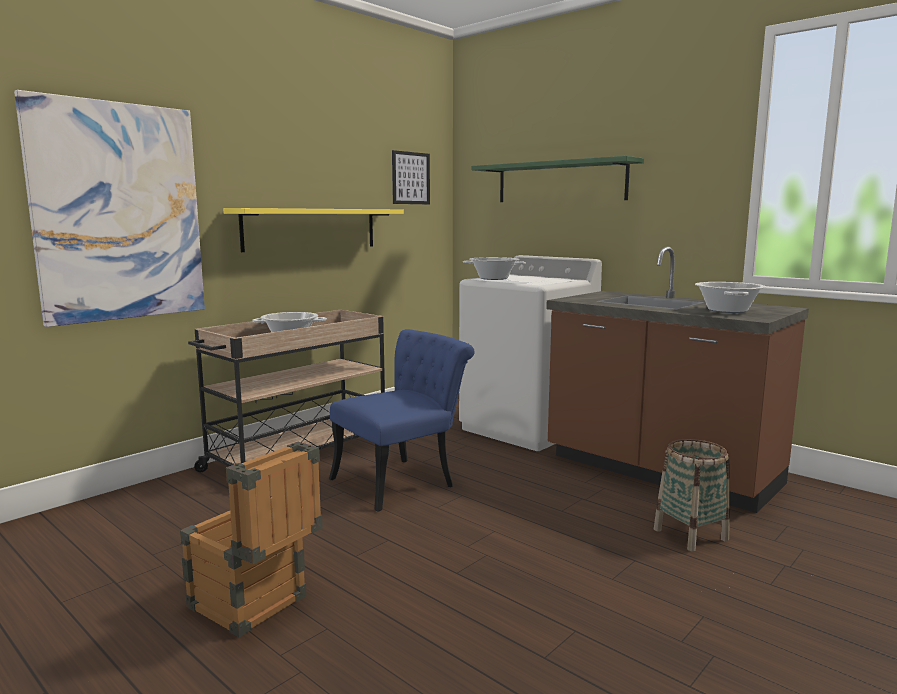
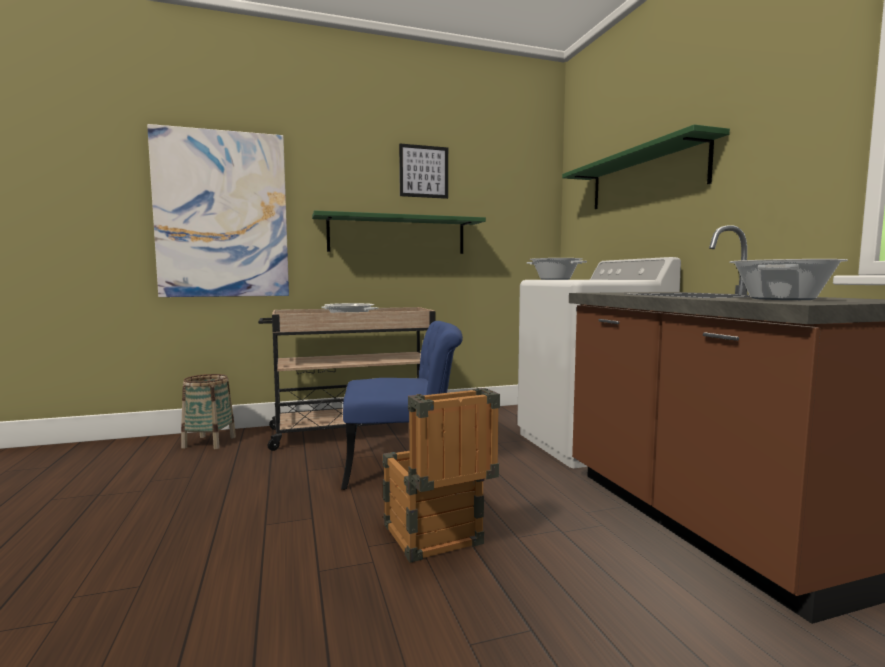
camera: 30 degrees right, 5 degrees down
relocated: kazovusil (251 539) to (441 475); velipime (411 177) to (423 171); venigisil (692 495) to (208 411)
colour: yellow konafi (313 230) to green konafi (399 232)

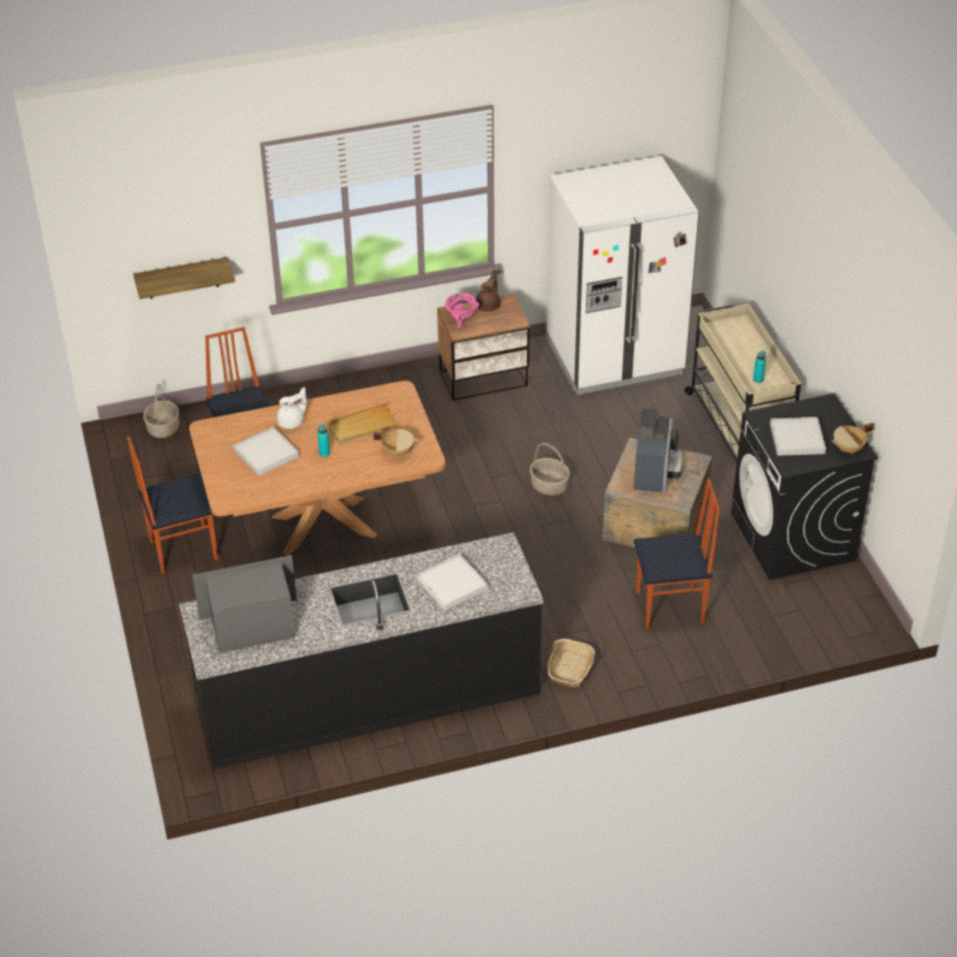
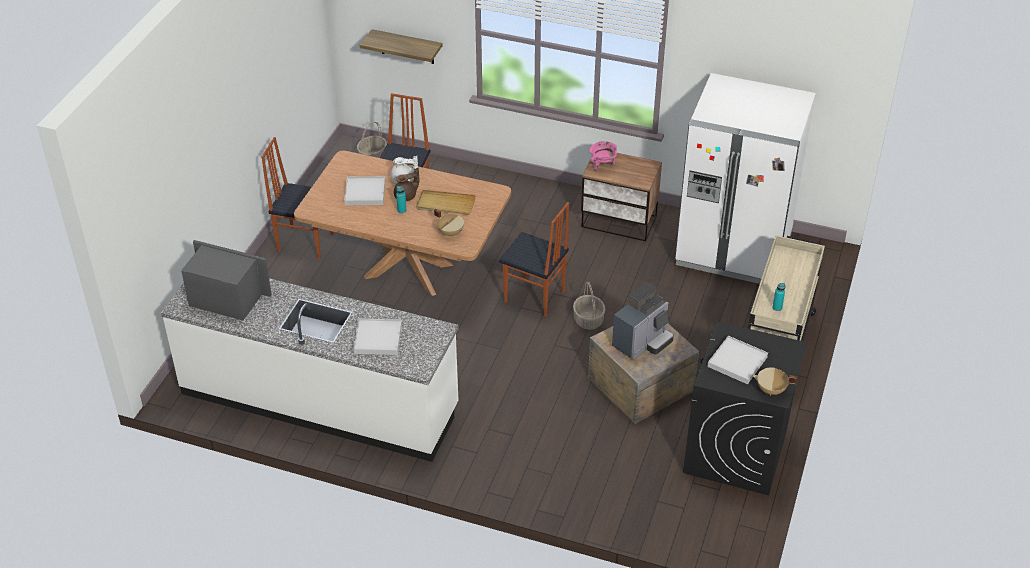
camera: 35 degrees right, 0 degrees up
missing: venigisil (571 663)
relocated: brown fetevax (488 291) to (406 184); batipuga (677 554) to (534 259)
colour: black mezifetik (361 650) to white mezifetik (310 370)

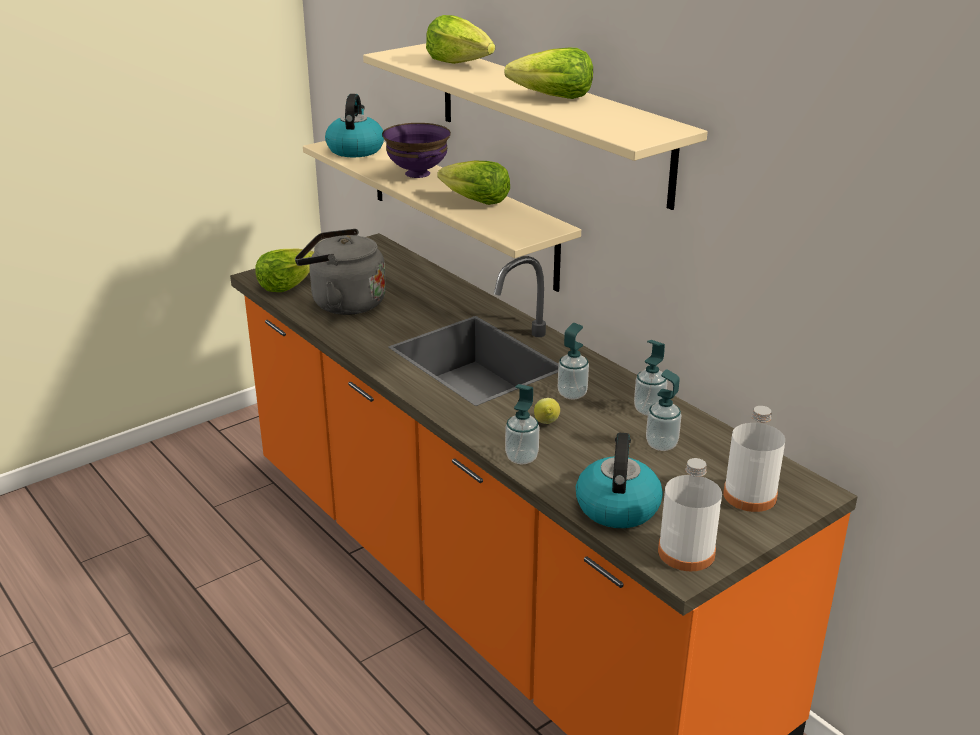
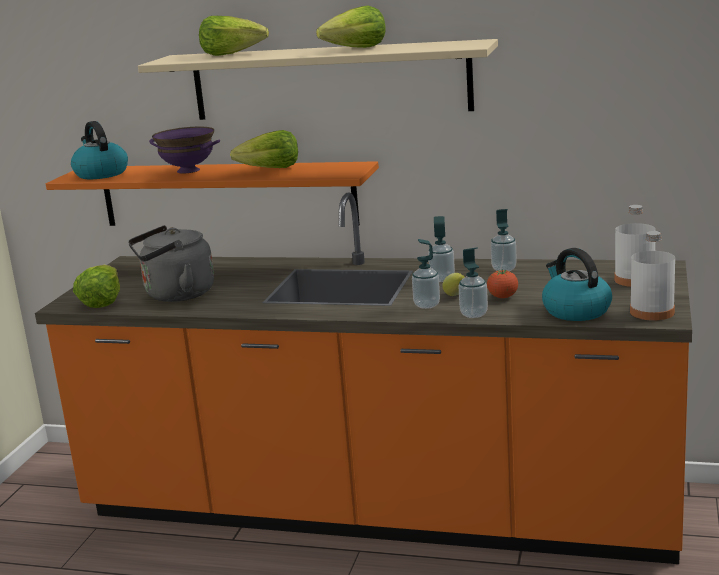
camera: 35 degrees left, 10 degrees down
appeared: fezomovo (502 284)
relocated: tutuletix (663 410) to (426 274)
colour: beige konafi (442 216) to orange konafi (212 193)

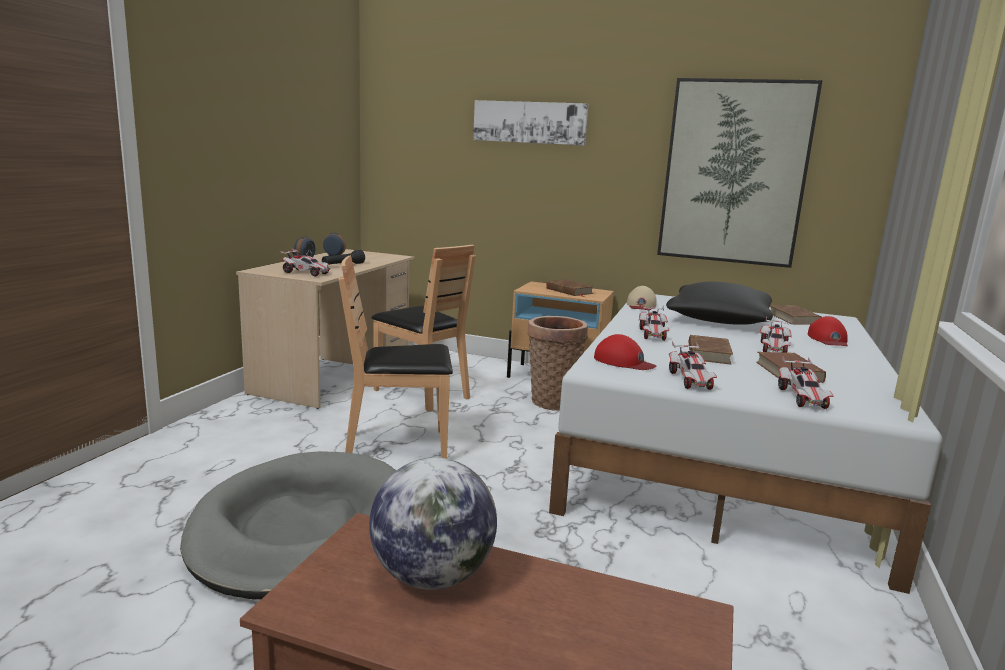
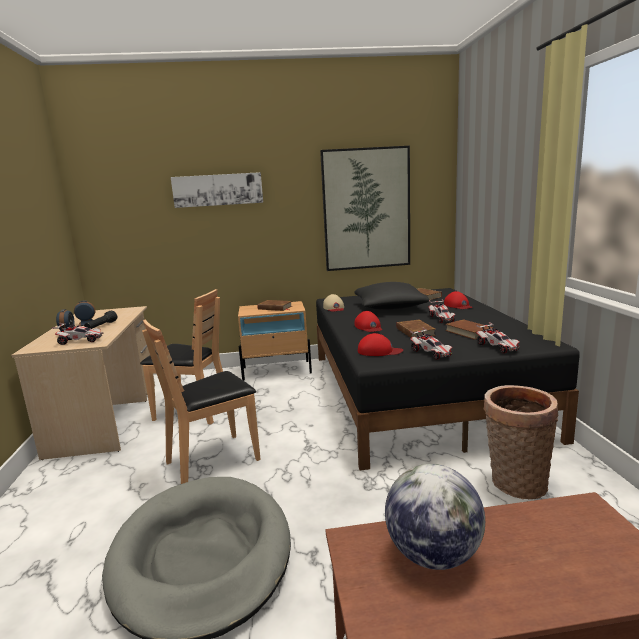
camera: 25 degrees left, 0 degrees up
relocated: venigisil (558 363) to (521 442)
exchanged: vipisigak (654 322) to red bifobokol (368 321)
colour: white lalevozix (746 444) to black lalevozix (448 379)

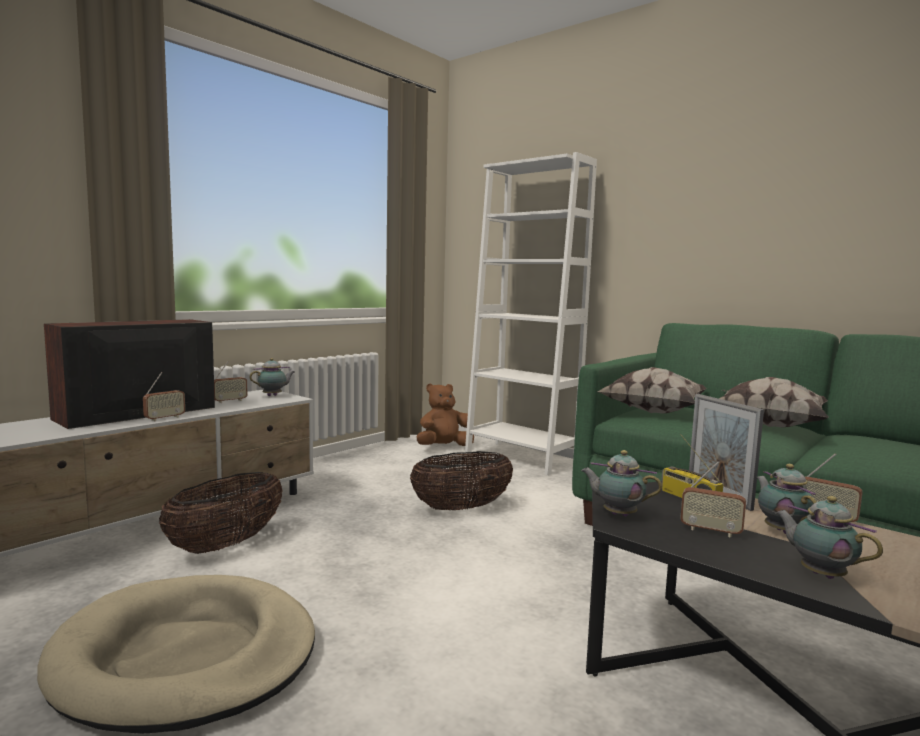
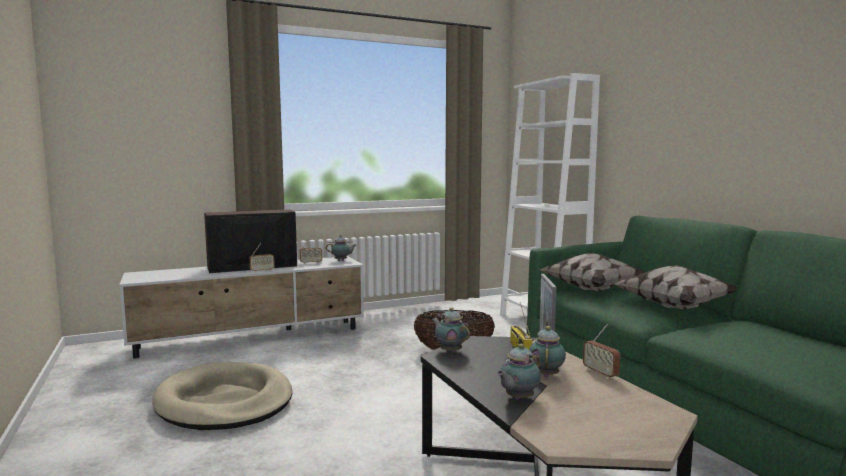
camera: 25 degrees right, 0 degrees up
missing: venigisil (221 513); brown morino (445 414); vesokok (713 499)
spun: fetevax (829 537) = (519 372) 120 degrees counterclockwise

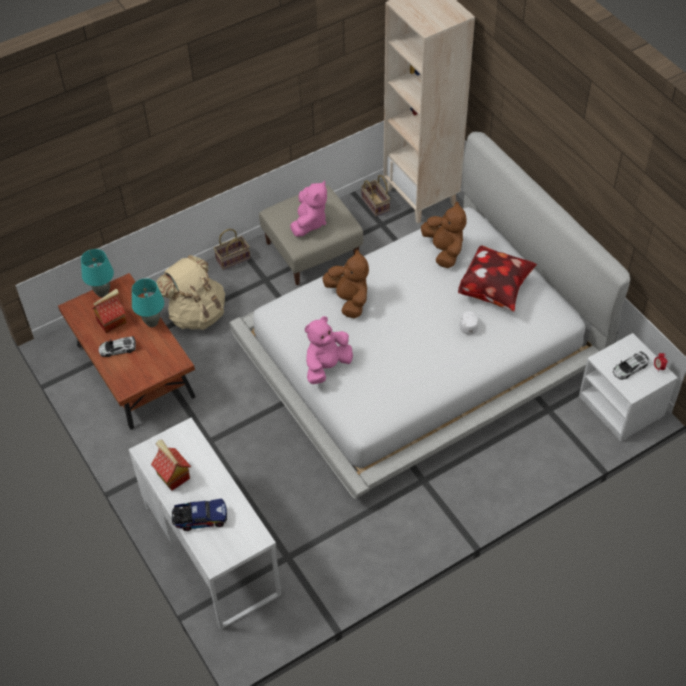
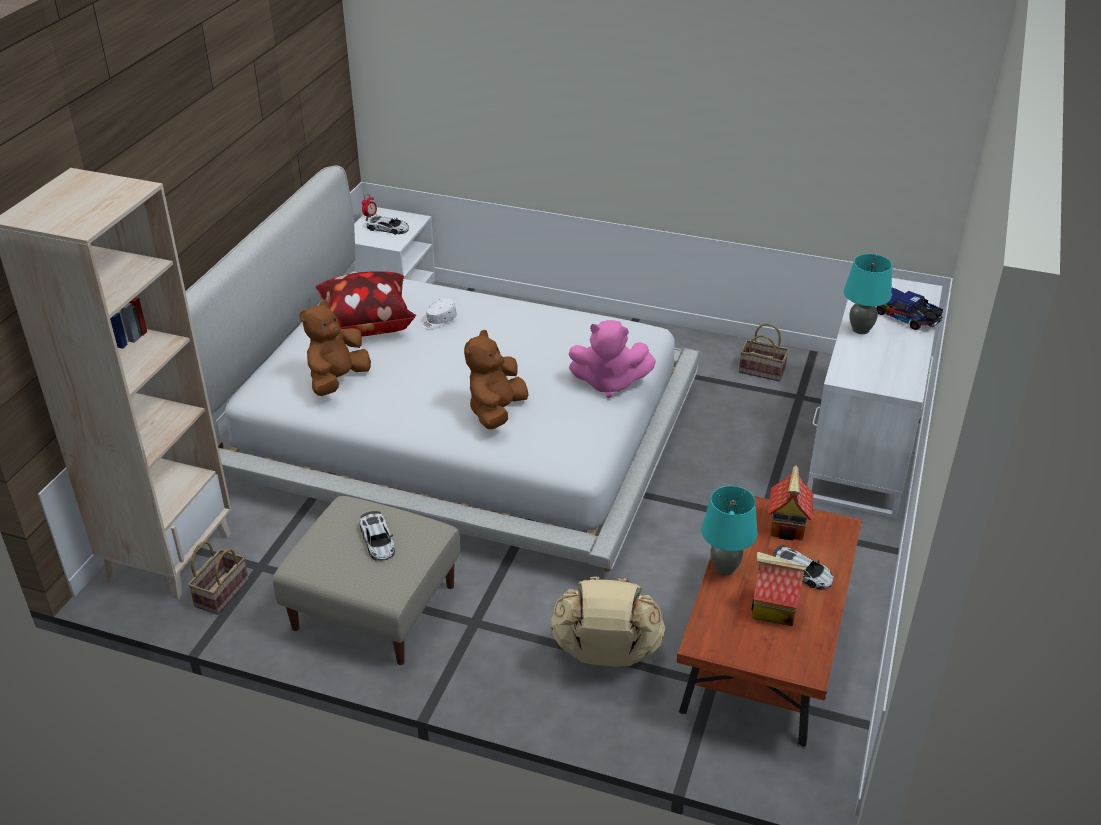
camera: 130 degrees left, 15 degrees down
relocated: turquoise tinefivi (97 273) to (868 294); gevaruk (171 465) to (790 503); venigisil (232 249) to (764 352)
exchanged: pink morino (308 208) to vipisigak (377 536)

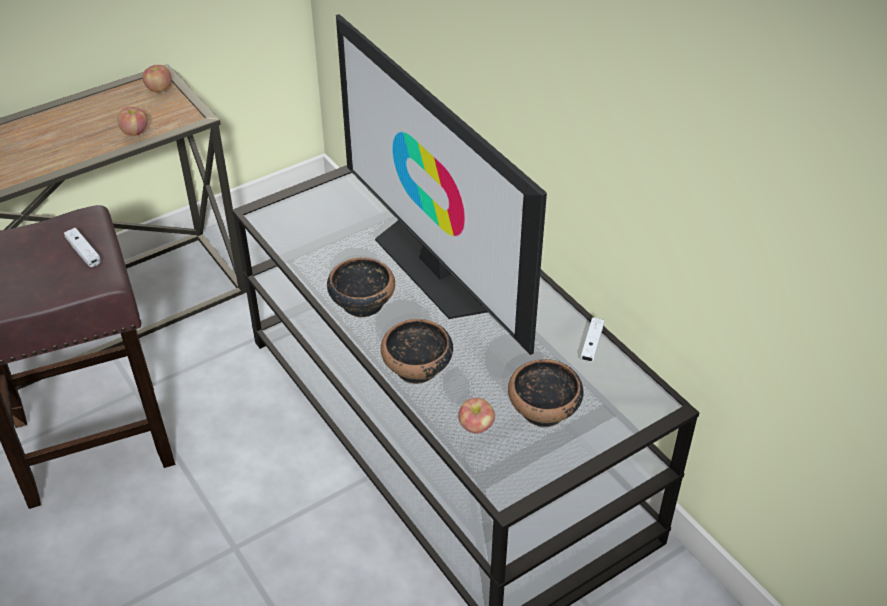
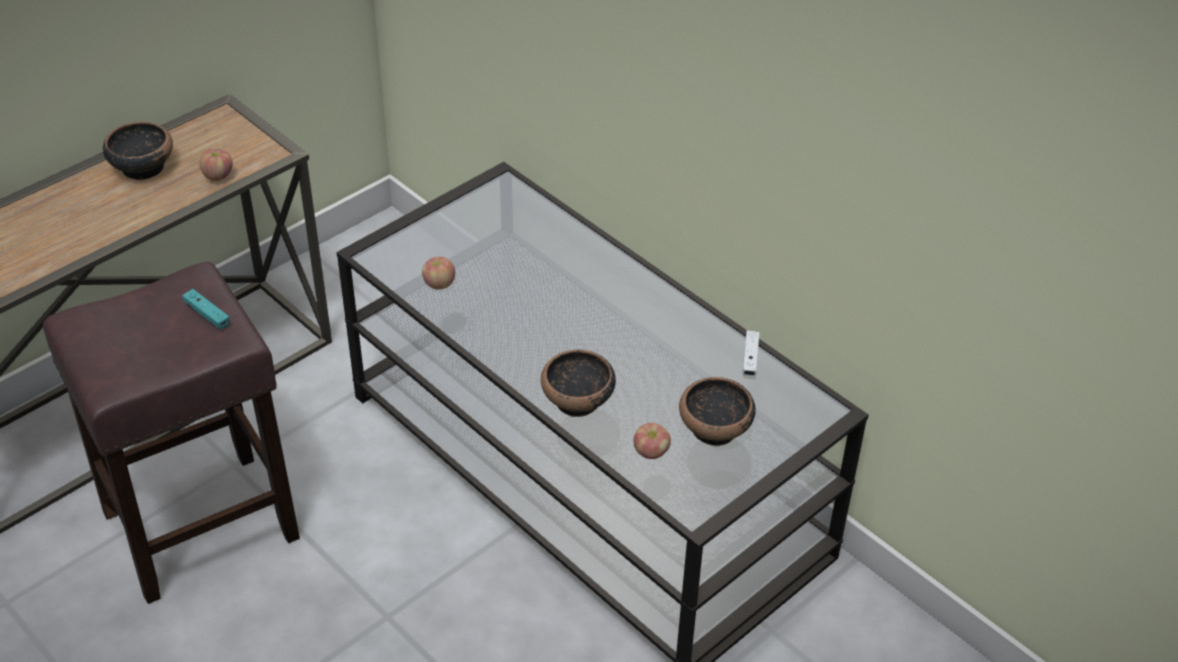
camera: 10 degrees left, 0 degrees up
missing: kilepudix (441 184)
relocated: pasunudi (157 78) to (438 273); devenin (361 287) to (138 151)
colour: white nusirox (82 247) to turquoise nusirox (206 309)

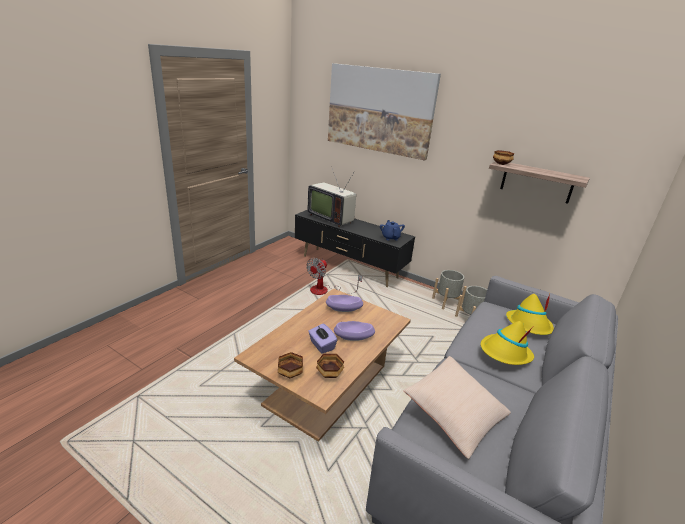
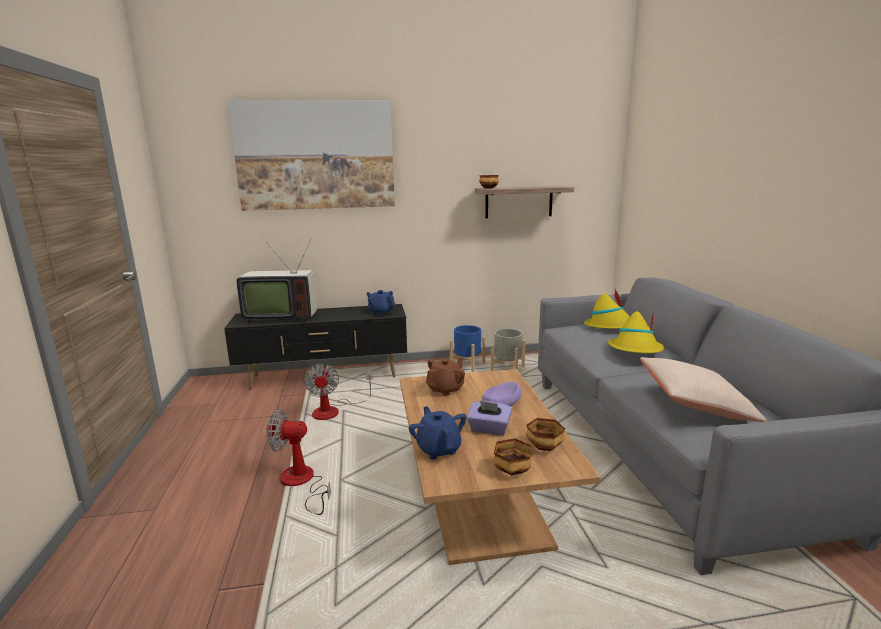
camera: 40 degrees left, 10 degrees down
appeared: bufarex (298 462); blue fetevax (438 432)
exchanged: purple devenin (344 303) to brown fetevax (445 377)
colour: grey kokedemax (449 289) to blue kokedemax (467 348)

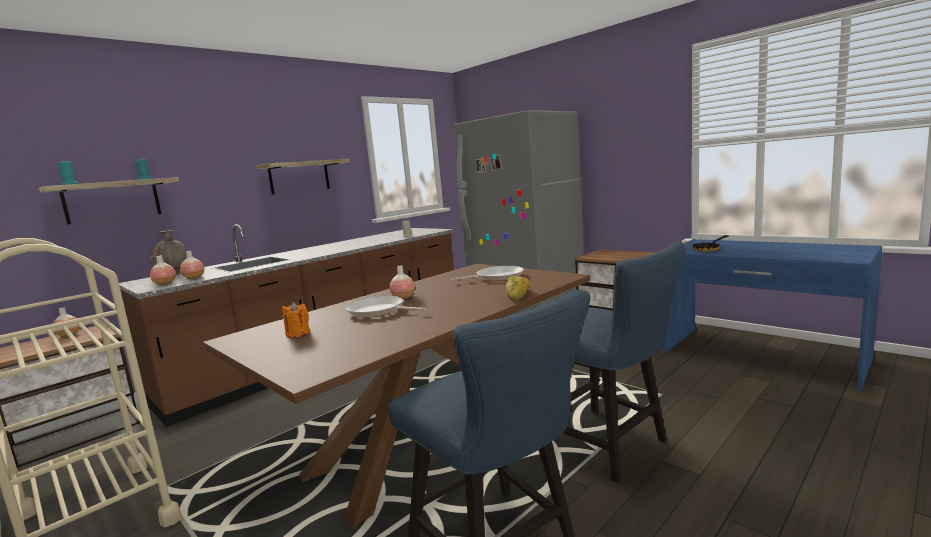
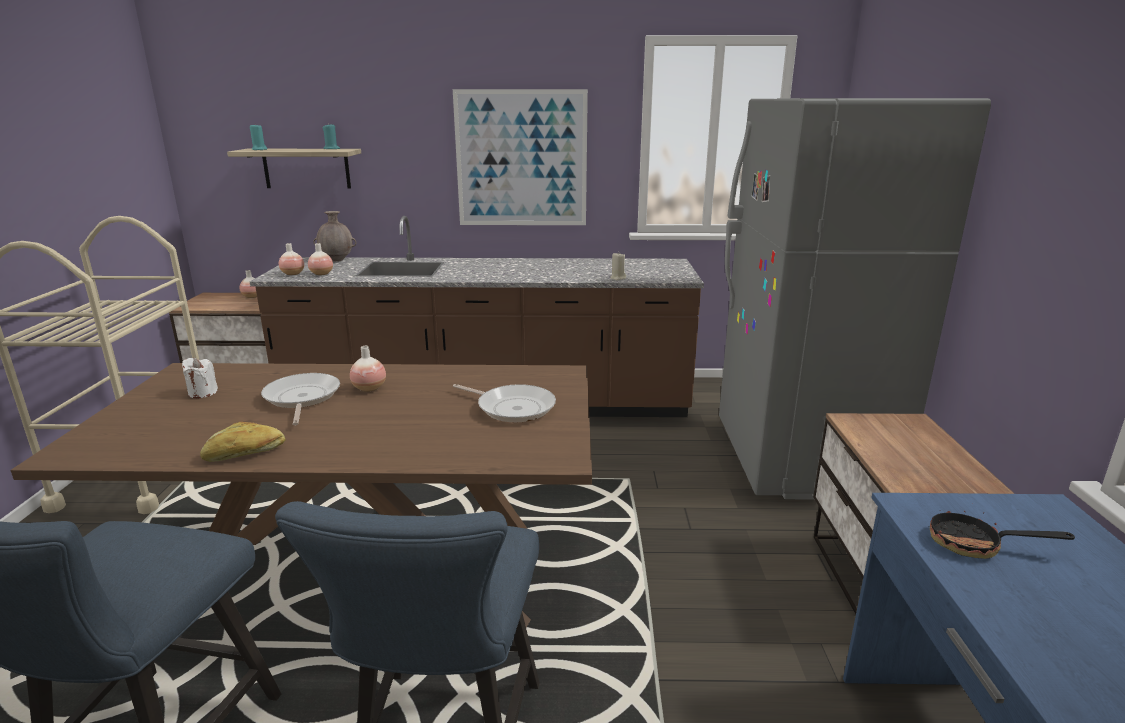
camera: 45 degrees right, 10 degrees up
relocated: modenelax (518 288) to (243 442)
exchanged: konafi (303 176) to velipime (520 157)
colour: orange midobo (296 320) to white midobo (200 378)

